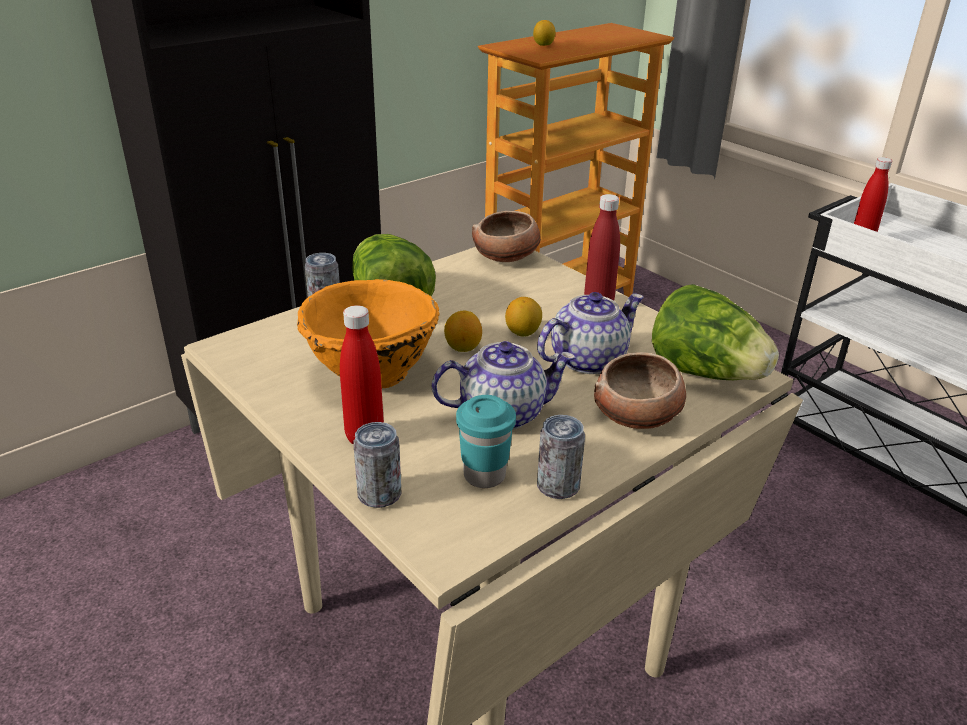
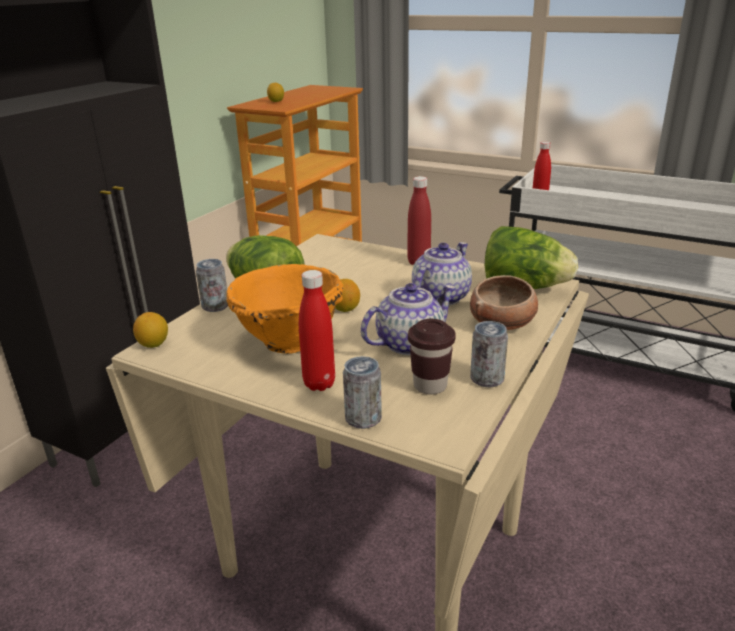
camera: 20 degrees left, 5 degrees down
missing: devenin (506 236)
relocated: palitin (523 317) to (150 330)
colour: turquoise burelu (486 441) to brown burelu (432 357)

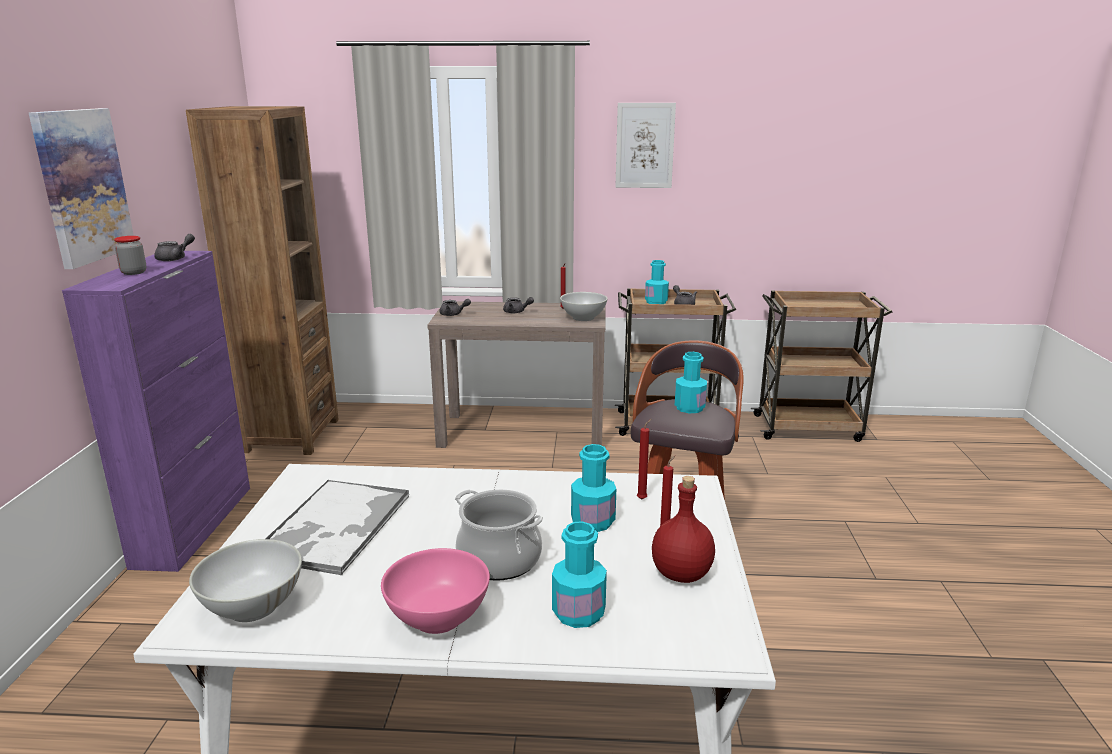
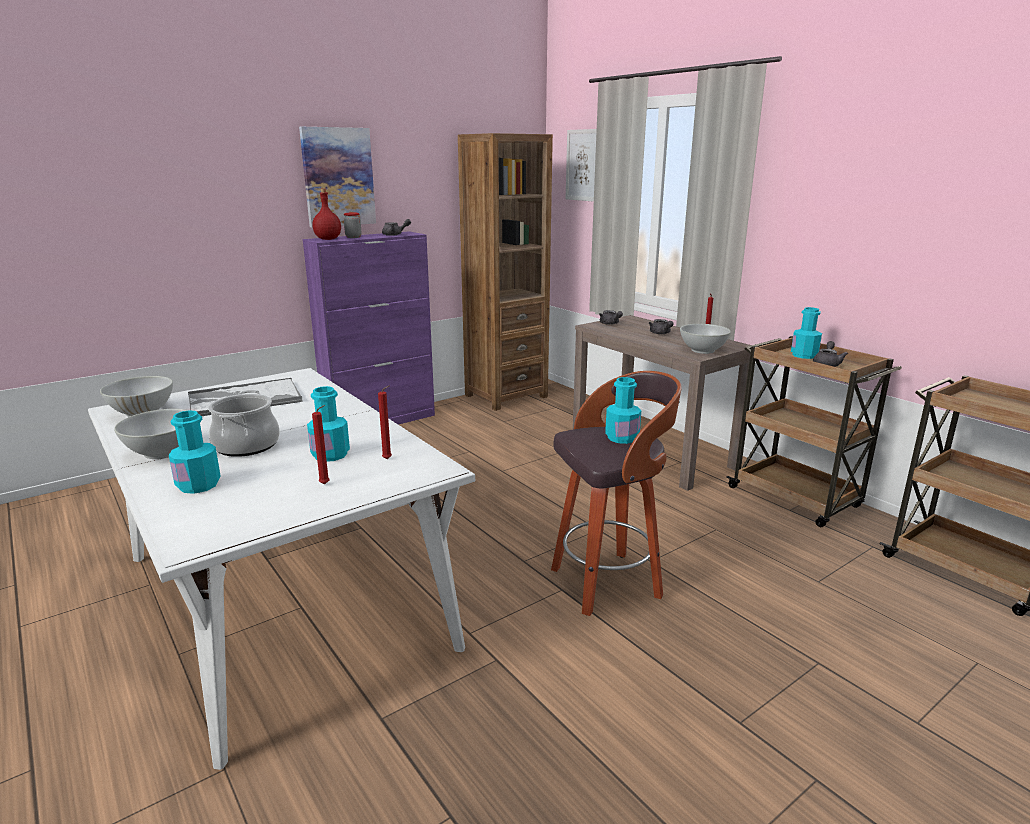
camera: 50 degrees right, 0 degrees up
relocated: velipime (645 145) to (581 165); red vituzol (683 529) to (326 214)
colour: pink devenin (435 591) to white devenin (152 434)

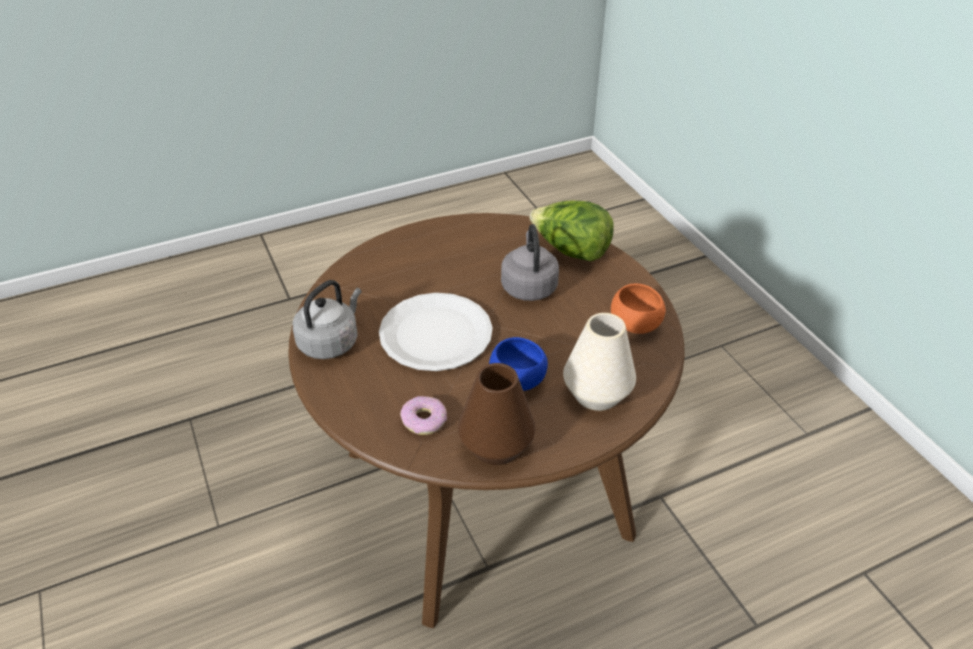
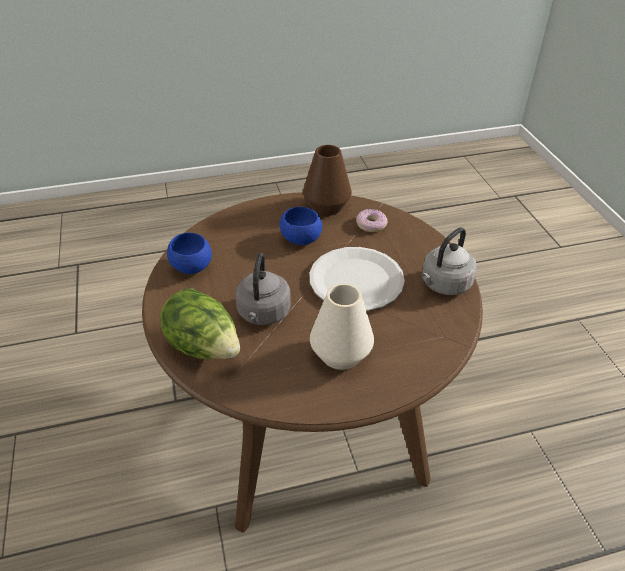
camera: 170 degrees left, 0 degrees up
relocated: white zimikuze (599 362) to (342 326)
colour: orange devenin (638 308) to blue devenin (189 253)

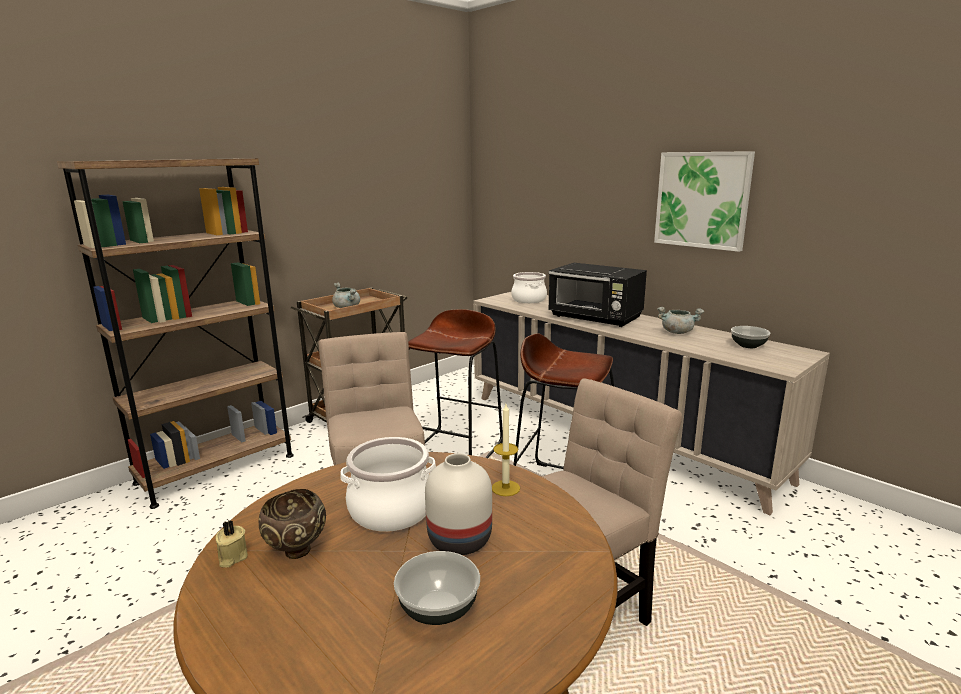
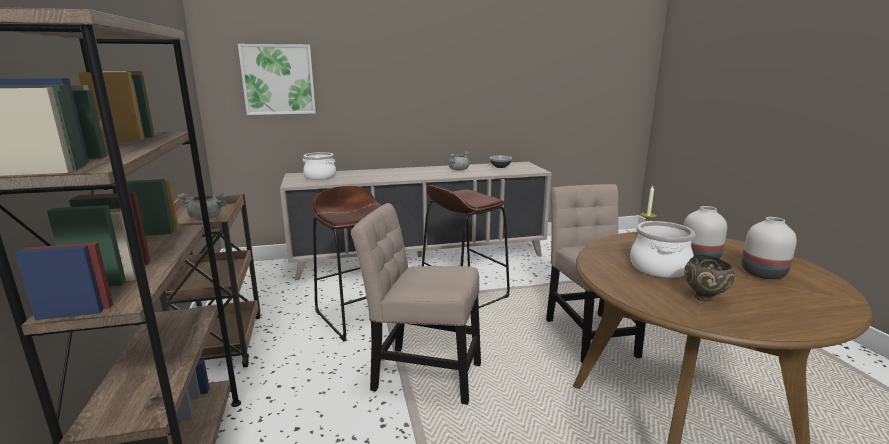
camera: 60 degrees left, 0 degrees up
missing: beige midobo (231 544); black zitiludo (597 295)
relocated: velipime (704 201) to (277 79)
exchanged: devenin (437 588) to white zimikuze (769 248)

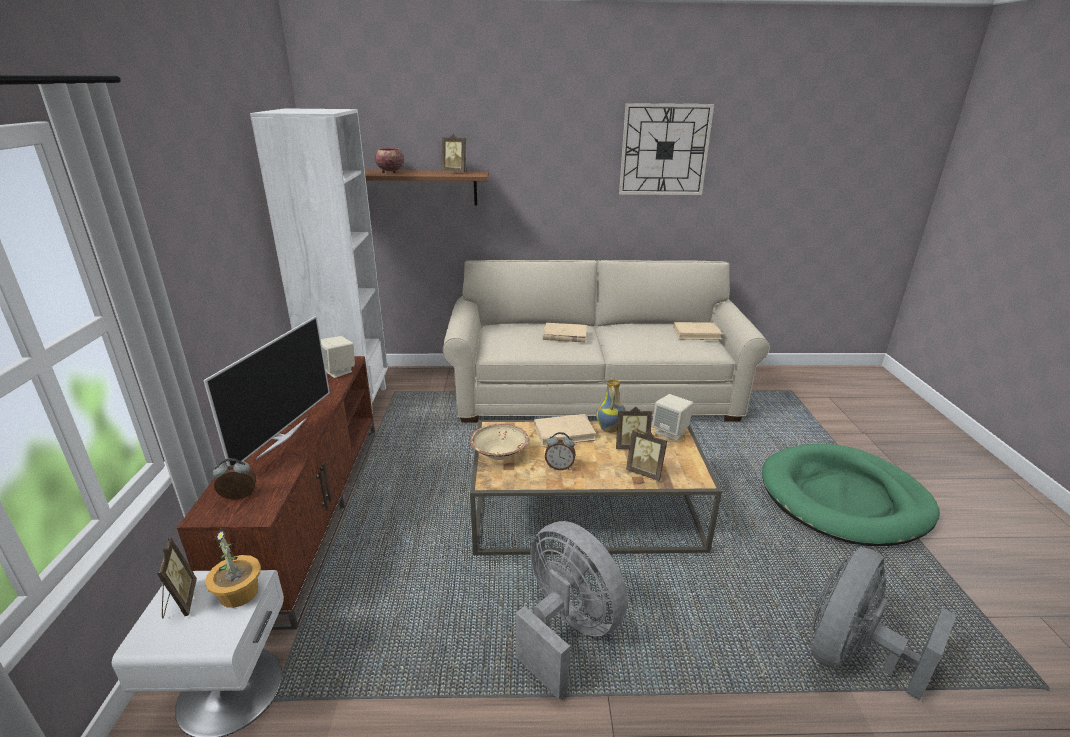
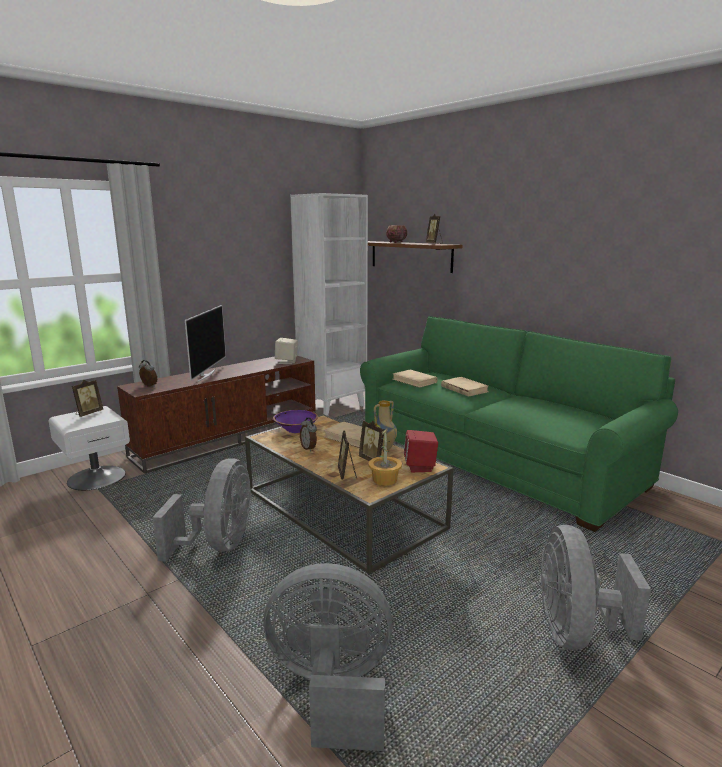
camera: 50 degrees right, 10 degrees down
missing: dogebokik (666 149)
relocated: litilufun (233 568) to (385 457); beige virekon (697 331) to (415 378)
exchanged: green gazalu (851 495) to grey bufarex (595 587)
colour: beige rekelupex (606 341) to green rekelupex (519 424); beige devenin (499 442) to purple devenin (295 421); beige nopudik (672 417) to red nopudik (421 451)
spun: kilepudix (266 391) = (205 343) 60 degrees counterclockwise

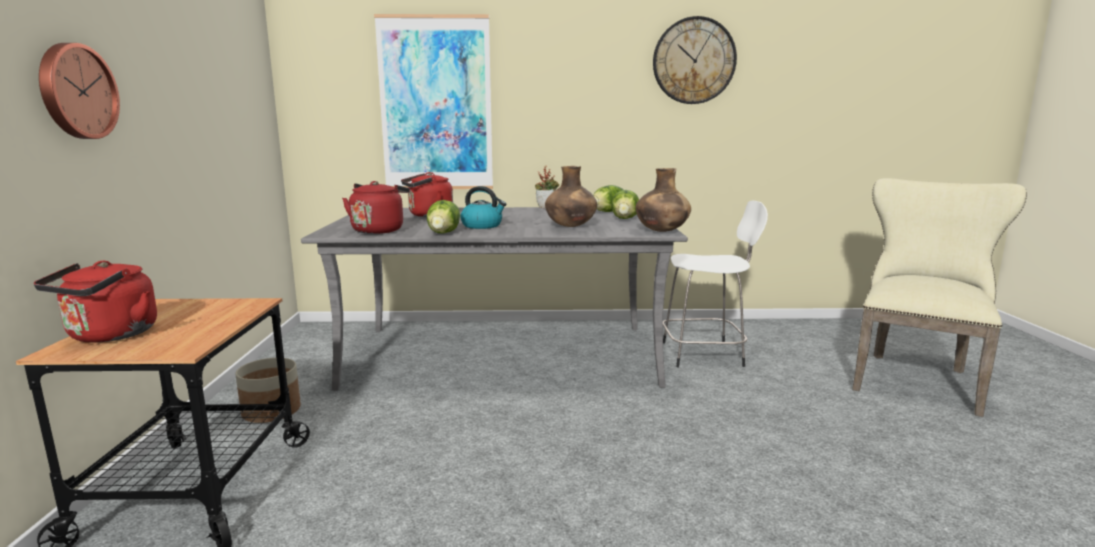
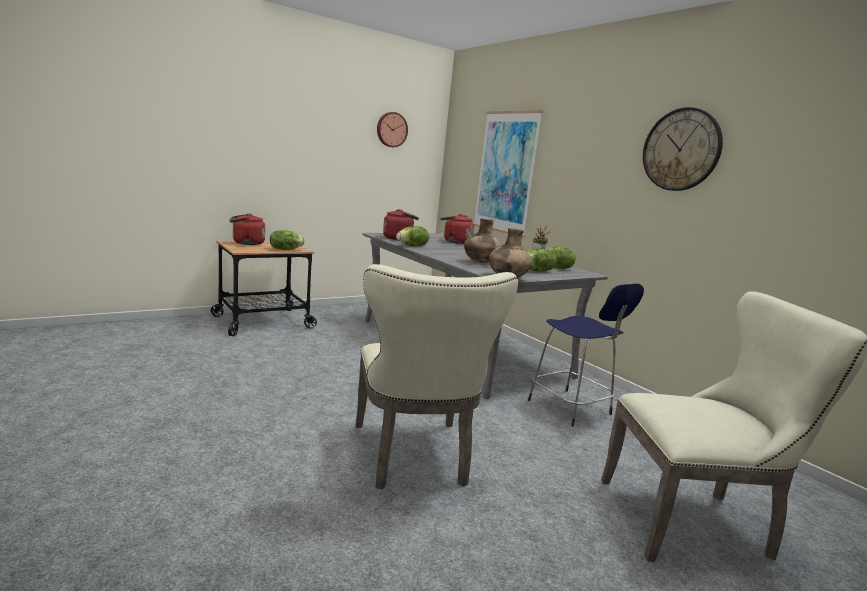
camera: 55 degrees right, 0 degrees up
missing: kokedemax (268 390); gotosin (483 207)
appeared: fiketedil (287 240); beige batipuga (437 377)
relocated: dogebokik (79 91) to (392 129)
colour: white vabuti (715 284) to blue vabuti (586 355)

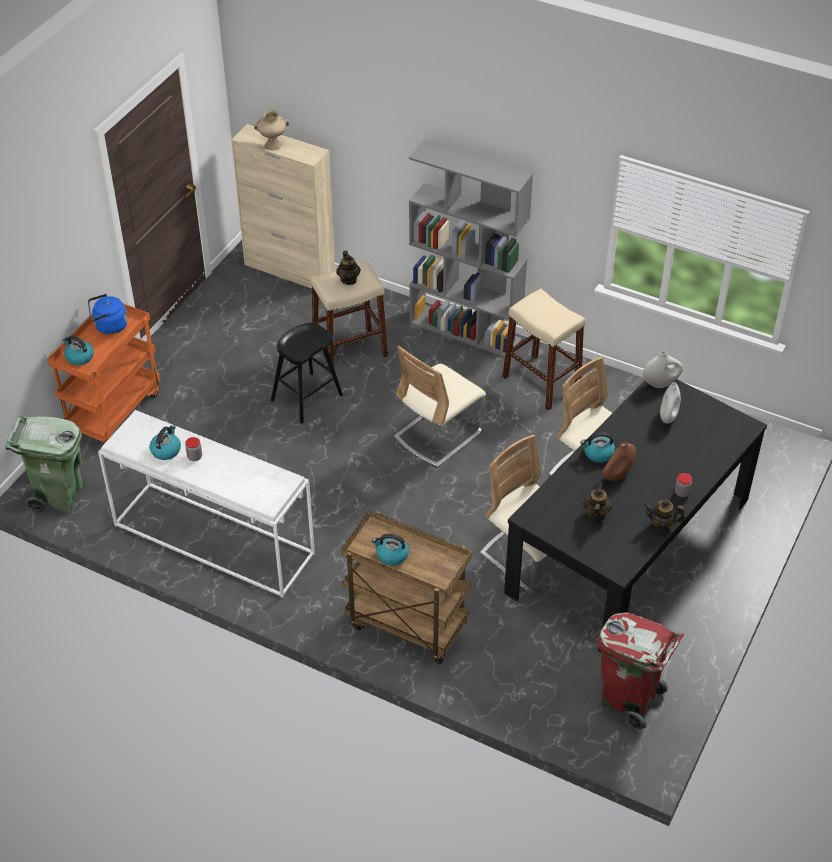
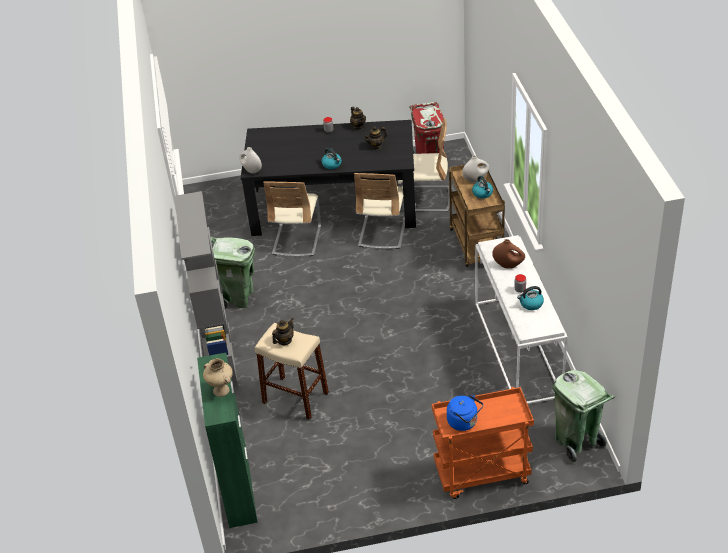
camera: 125 degrees left, 5 degrees down
missing: gotosin (78 350); black vabuti (307 373)
relocated: beige batipuga (440 406) to (424 165); brown zimikuze (619 461) to (508 254); white zimikuze (670 403) to (475 169)
exchanged: beige vabuti (544 349) to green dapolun (233 273)
colour: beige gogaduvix (283 206) to green gogaduvix (227 440)

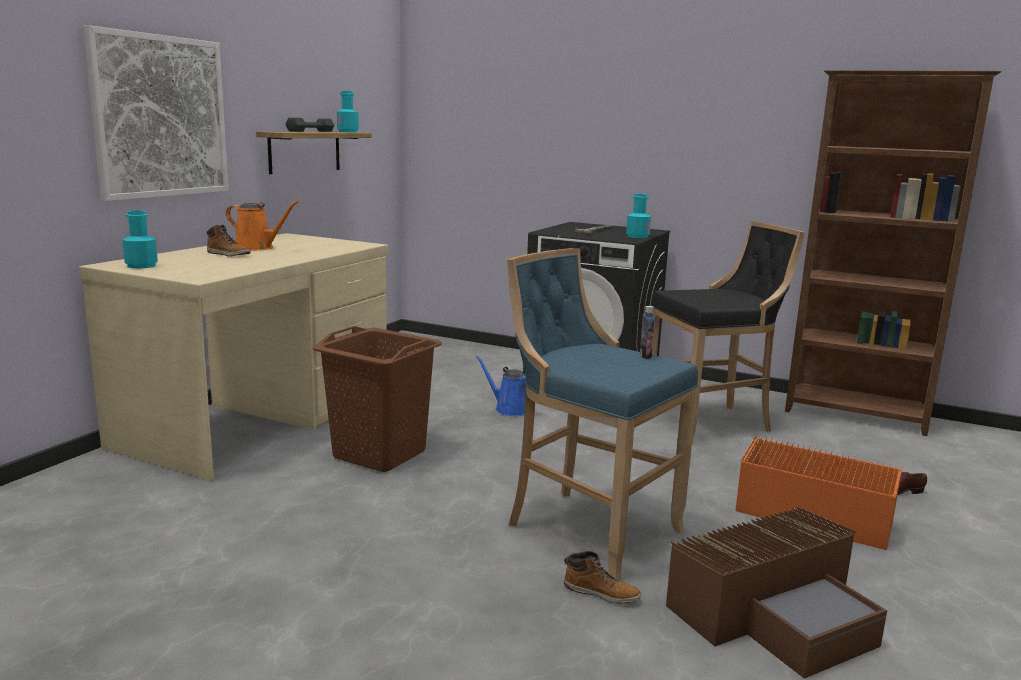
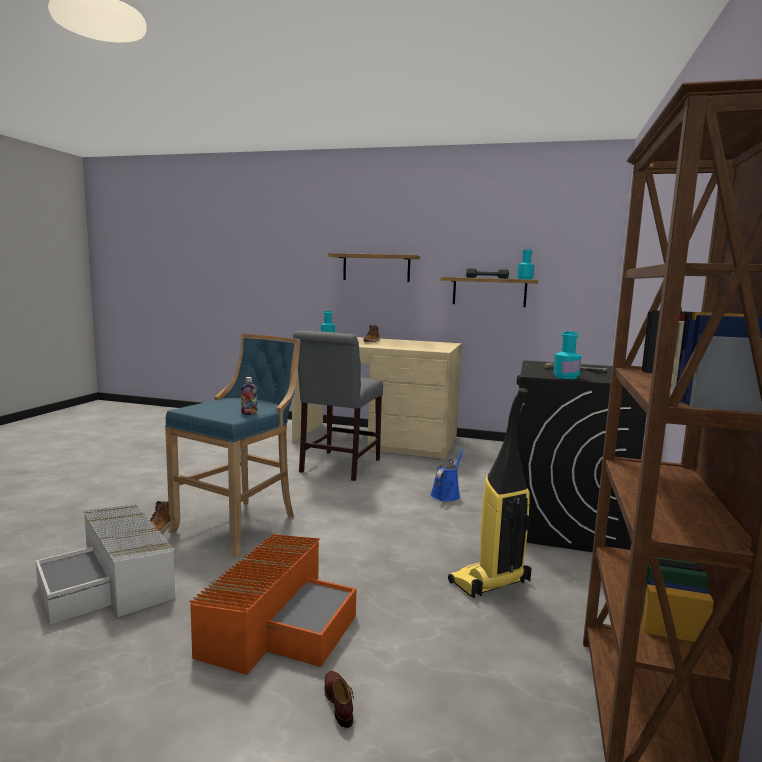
camera: 80 degrees right, 5 degrees down
missing: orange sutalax (262 226)
exchanged: velipime (156 113) to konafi (374 267); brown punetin (377 399) to grey batipuga (338 406); black vabuti (727 333) to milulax (489 493)
colour: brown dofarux (776 593) to white dofarux (105 564)

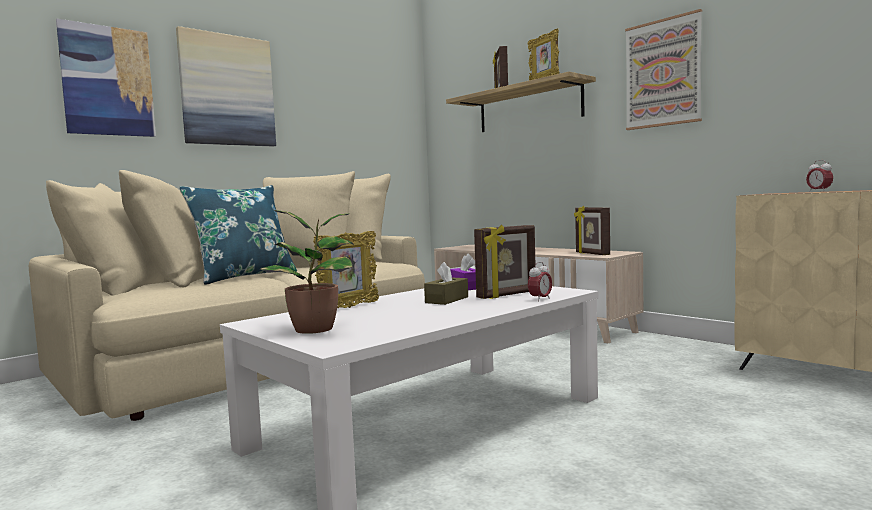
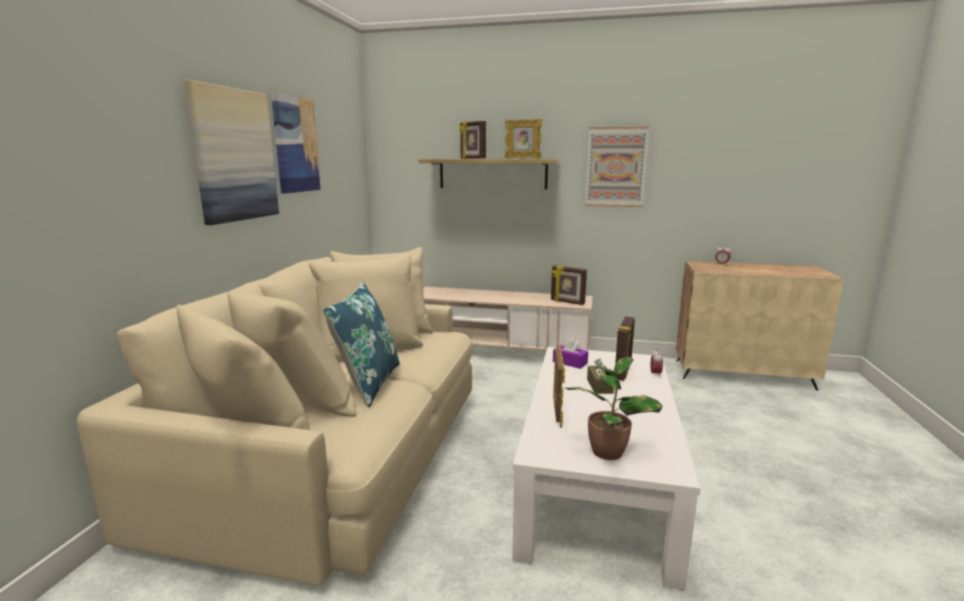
camera: 35 degrees left, 10 degrees up
relocated: velipime (106 78) to (296 143)

